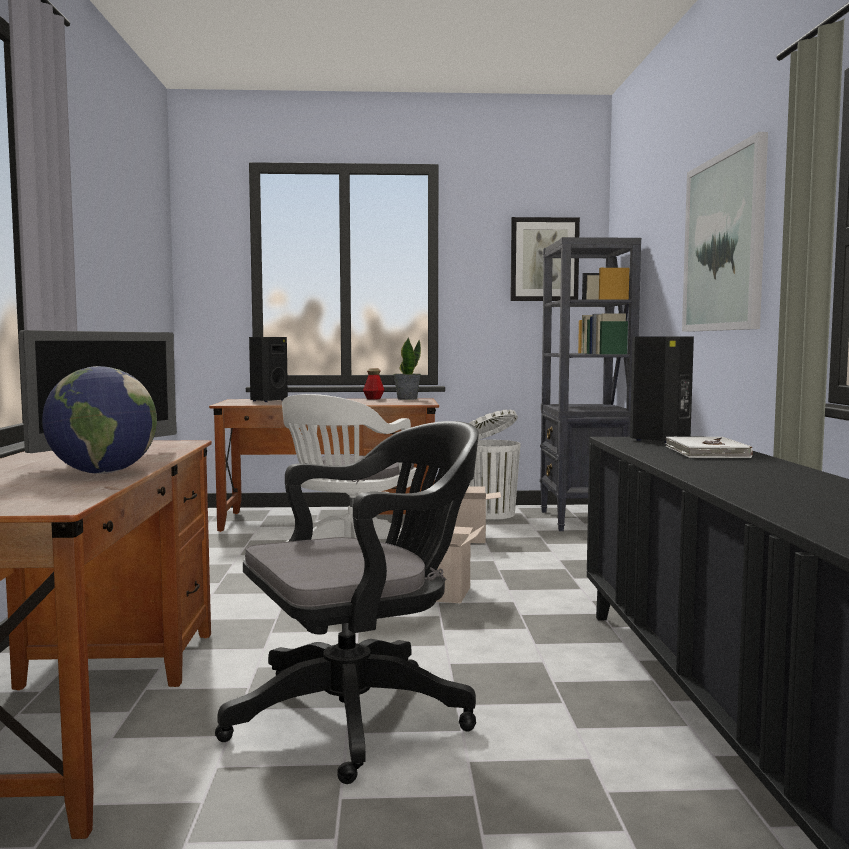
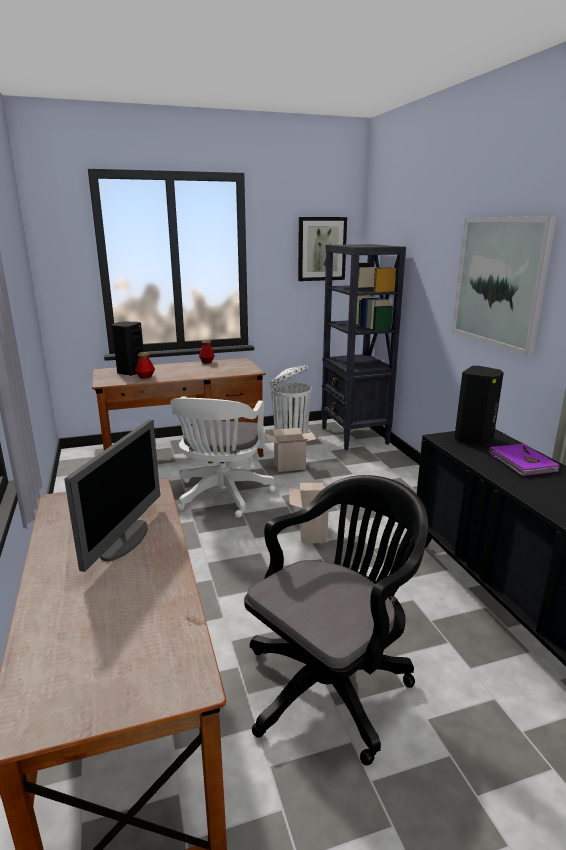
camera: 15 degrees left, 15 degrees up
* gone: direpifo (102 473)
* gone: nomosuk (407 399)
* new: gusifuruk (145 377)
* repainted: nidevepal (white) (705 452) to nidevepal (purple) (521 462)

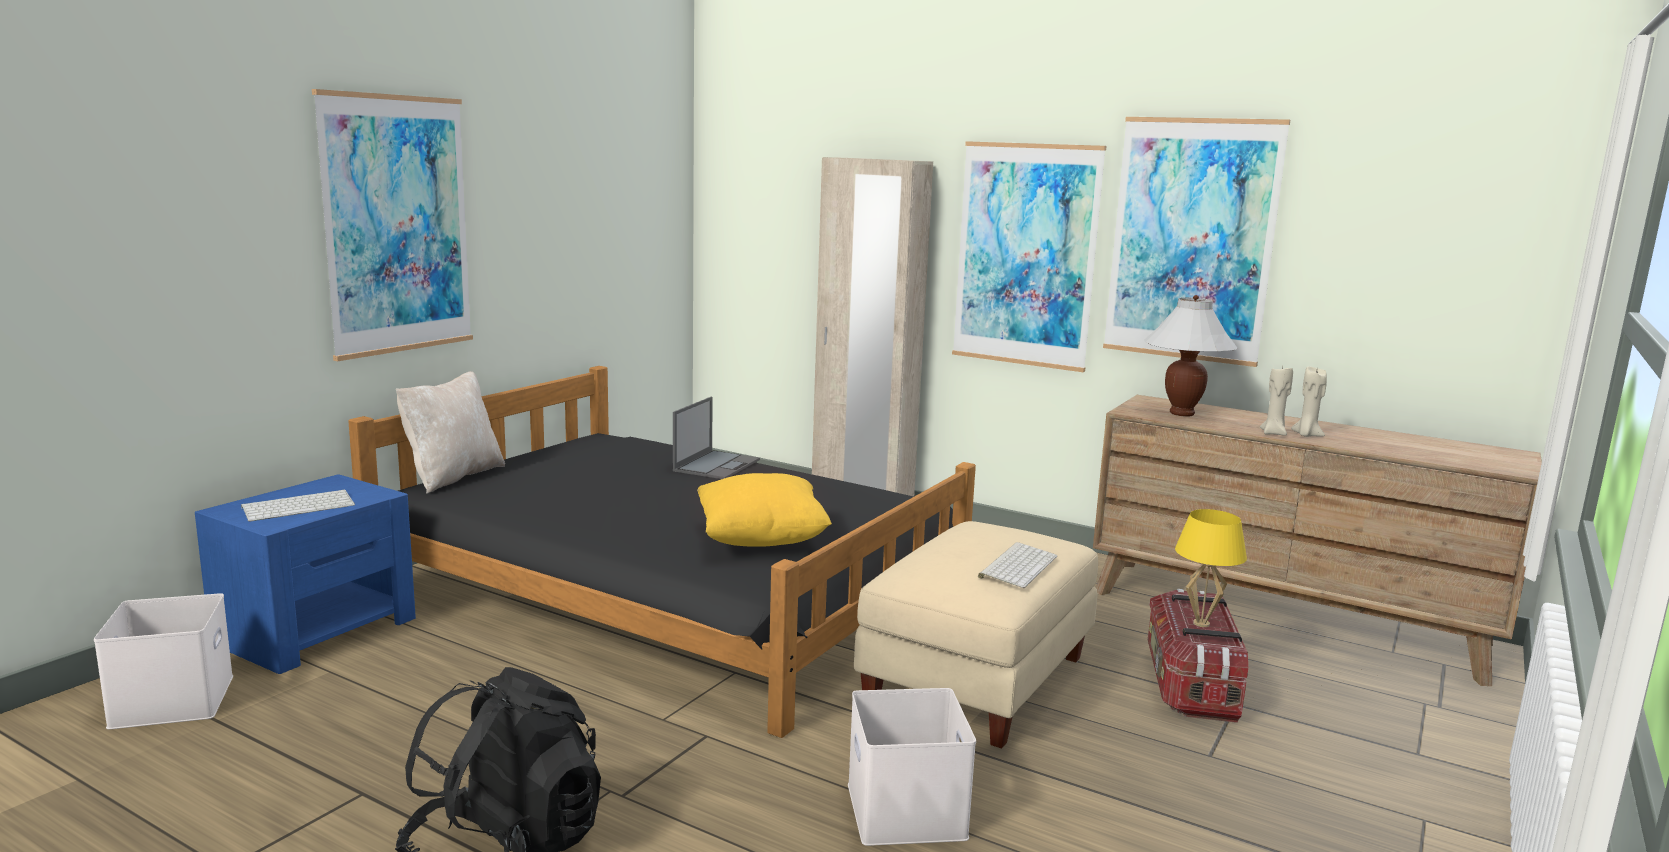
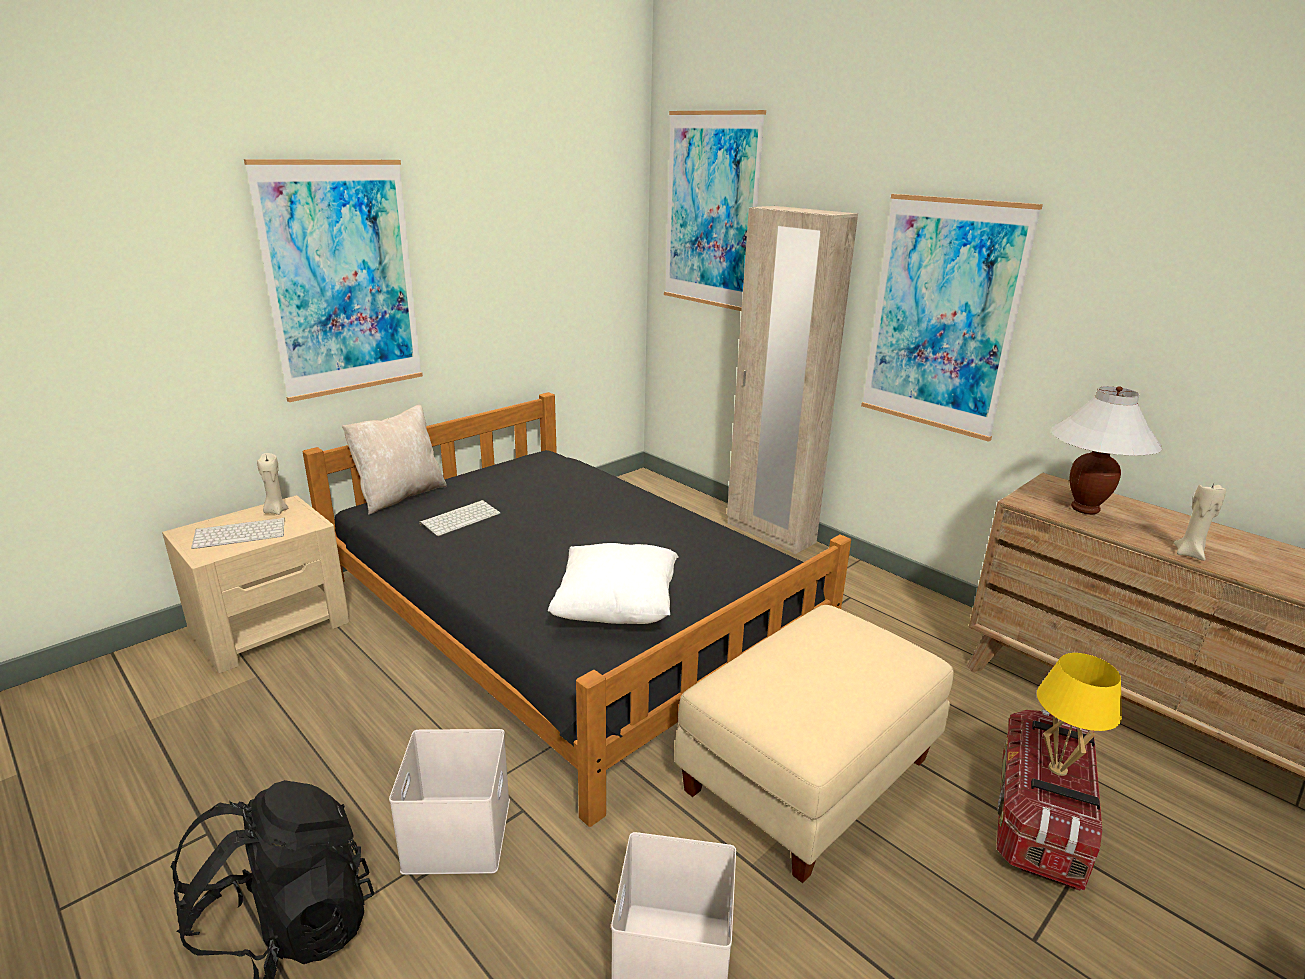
camera: 15 degrees right, 10 degrees up
* gone: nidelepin (717 465)
* shifted: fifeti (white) (171 700) to (456 832)
* shifted: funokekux (1017 566) to (460 518)
* shifted: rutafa (1191 240) to (711 211)
* shifted: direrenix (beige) (1306 435) to (276 511)
* repainted: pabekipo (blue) (317 630) to pabekipo (beige) (271 626)
* repainted: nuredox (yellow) (761 541) to nuredox (white) (616 609)

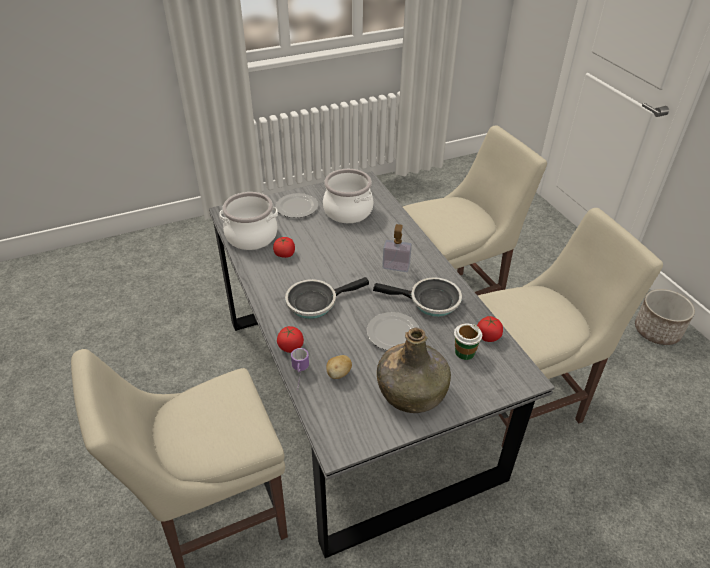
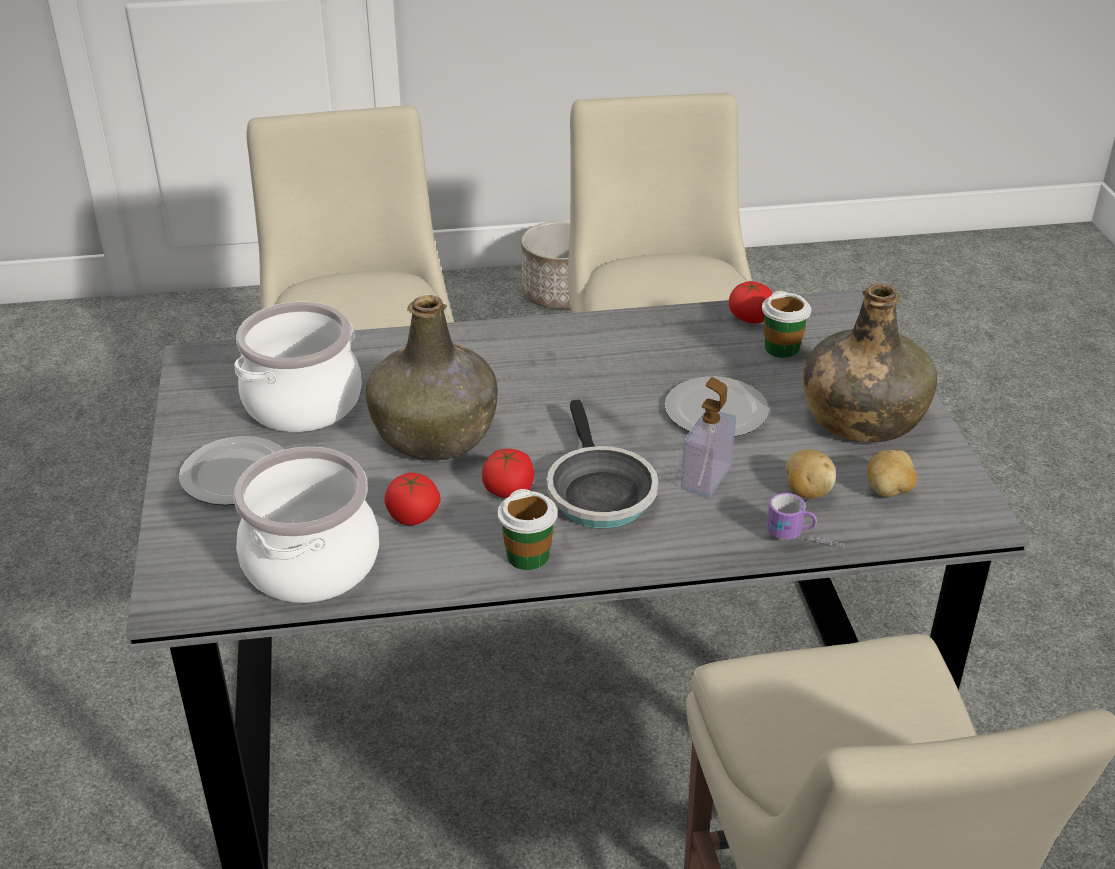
camera: 75 degrees left, 5 degrees down
* gone: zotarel (430 302)
* new: gusifuruk (green) (436 433)
* new: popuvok (528 556)
* new: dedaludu (888 491)
* shifted: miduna (291 346) to (509 490)
* shifted: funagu (396 266) to (706 477)

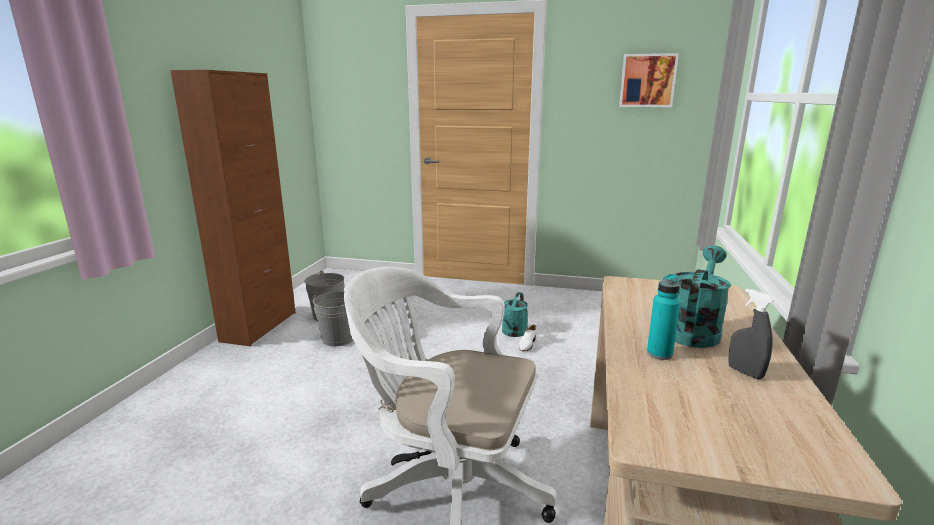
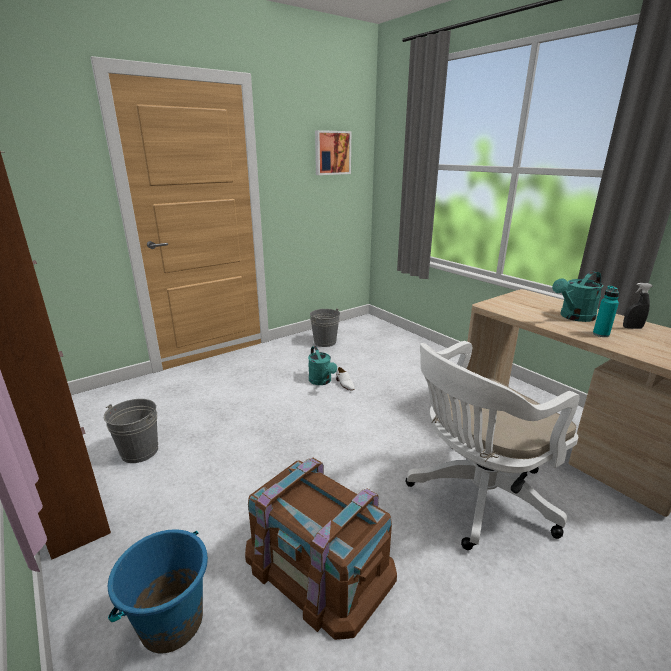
camera: 50 degrees left, 5 degrees up
* new: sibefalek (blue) (171 622)
* new: fifeti (brown) (318 564)
* shifted: sibefalek (grey) (338 339) to (325 342)
* rotated: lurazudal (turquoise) (693 329) = (573 317) 105 degrees counterclockwise

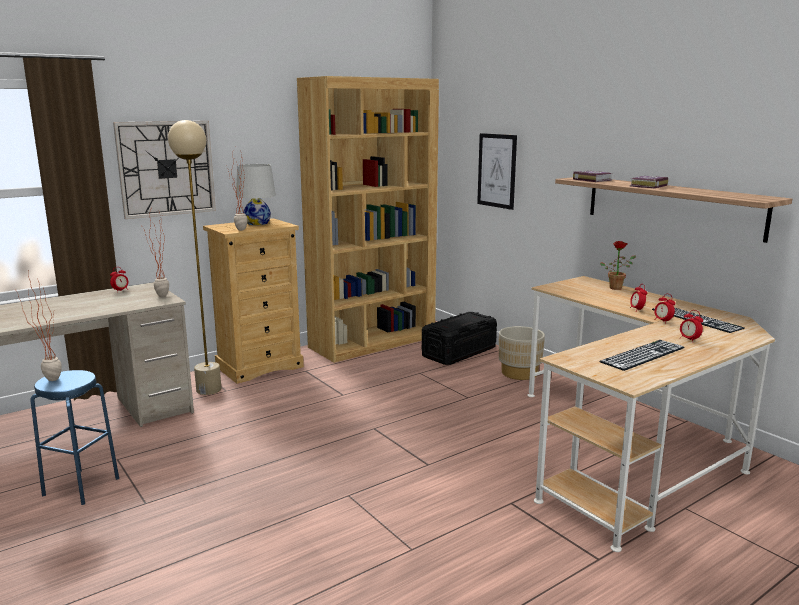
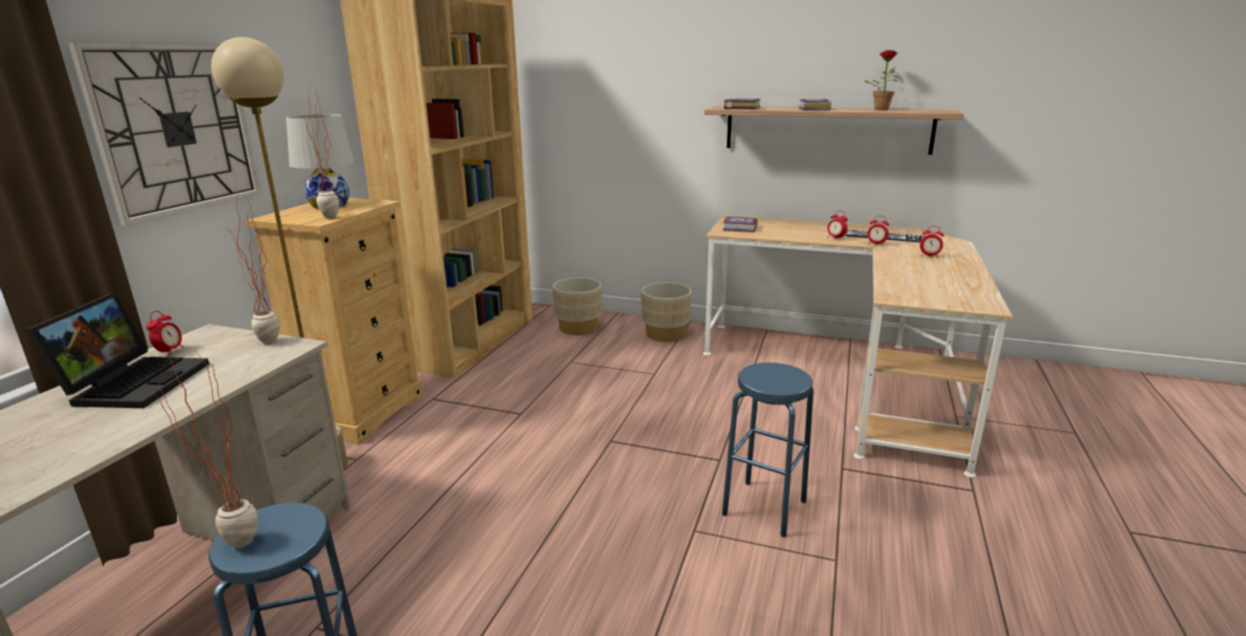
camera: 35 degrees left, 5 degrees up
* gone: rutafa (497 170)
* gone: funokekux (642 355)
* new: nidelepin (135 382)
* new: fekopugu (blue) (764 508)
* new: nidevepal (740 228)
* shifted: nomosuk (617 287) to (881 109)
* swapped: fifeti (black) (458 352) to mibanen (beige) (578 328)

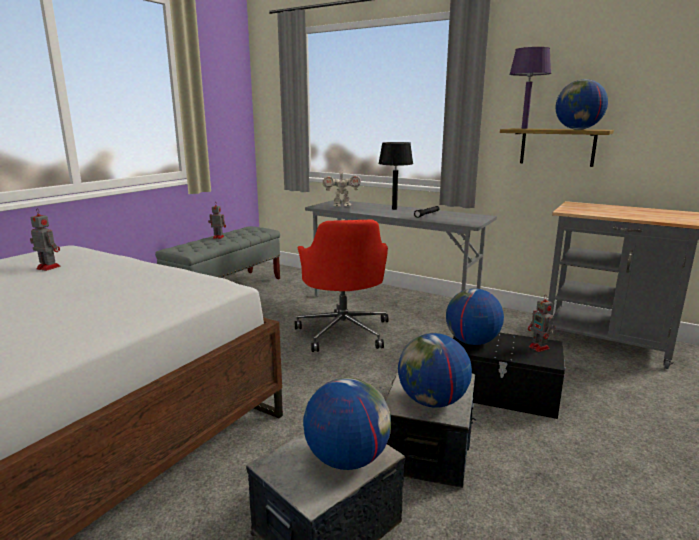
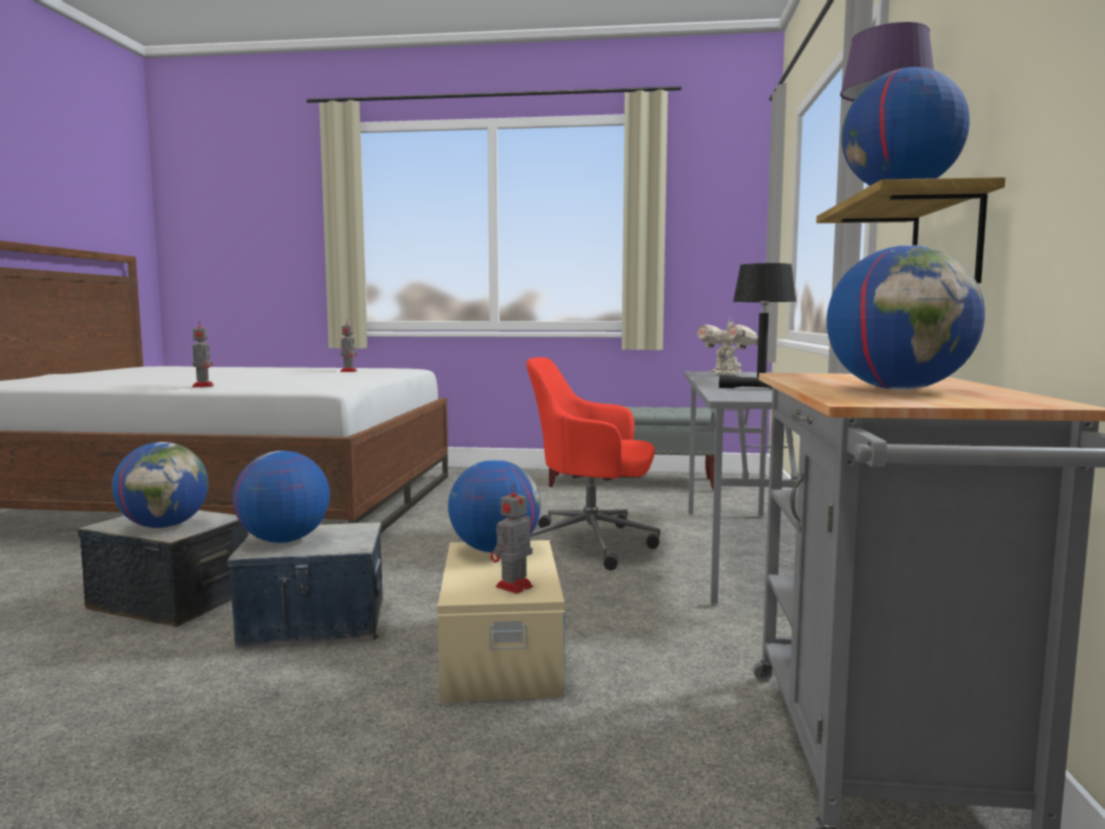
camera: 65 degrees right, 10 degrees down
* new: direpifo (898 389)
* shifted: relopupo (217 237) to (203 386)
* repainted: fifeti (black) (502 392) to fifeti (beige) (498 654)
* rotated: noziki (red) (344 331) = (592 544) 45 degrees clockwise

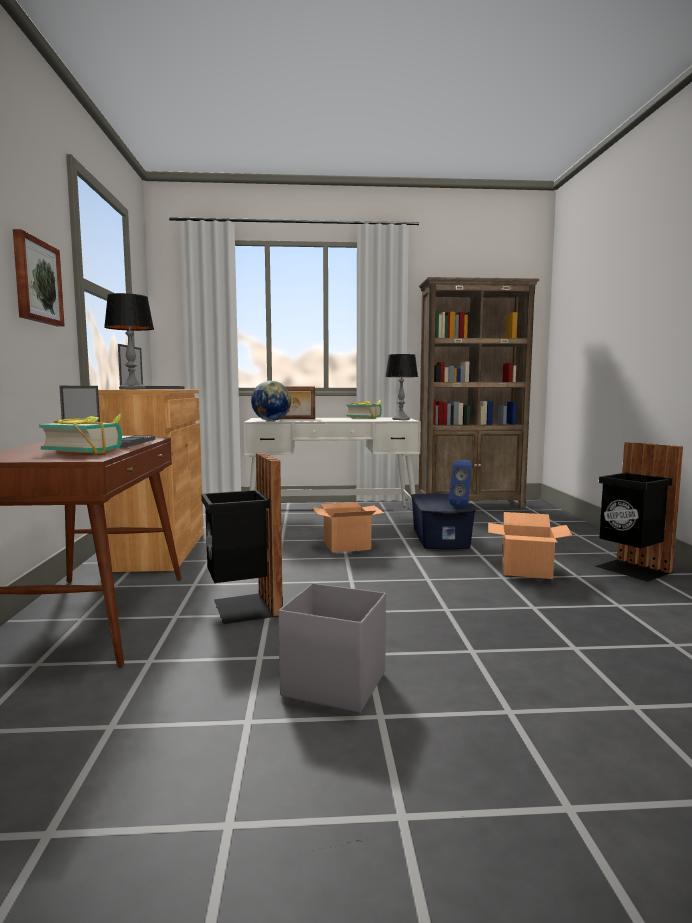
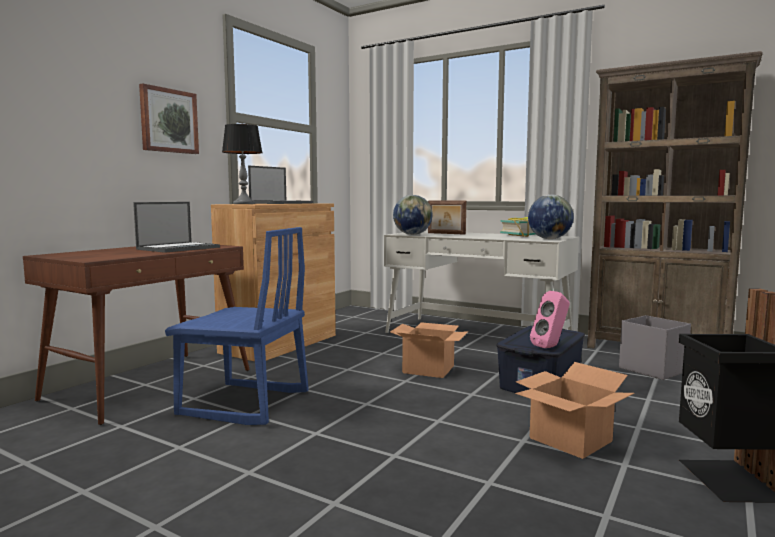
camera: 35 degrees right, 0 degrees up
* gone: nidevepal (88 451)
* shifted: fifeti (grey) (333 684) to (652 369)
* swapped: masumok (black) (243 608) to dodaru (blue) (244 404)
* swapped: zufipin (401 419) to direpifo (549 239)
* repainted: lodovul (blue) (461 506) to lodovul (pink) (551 347)

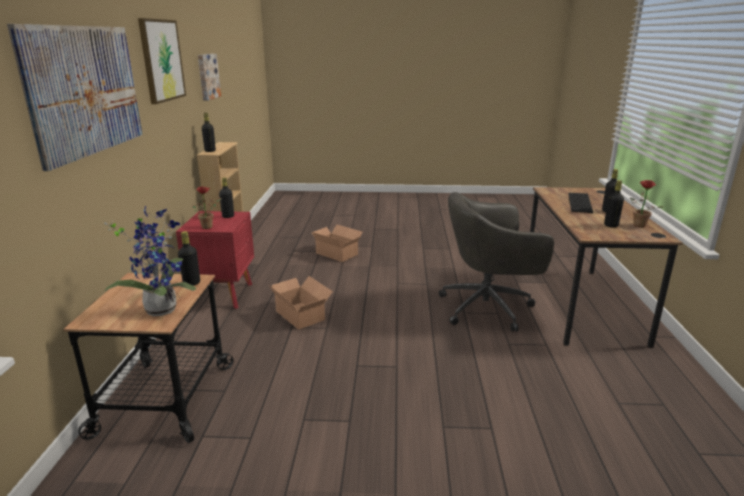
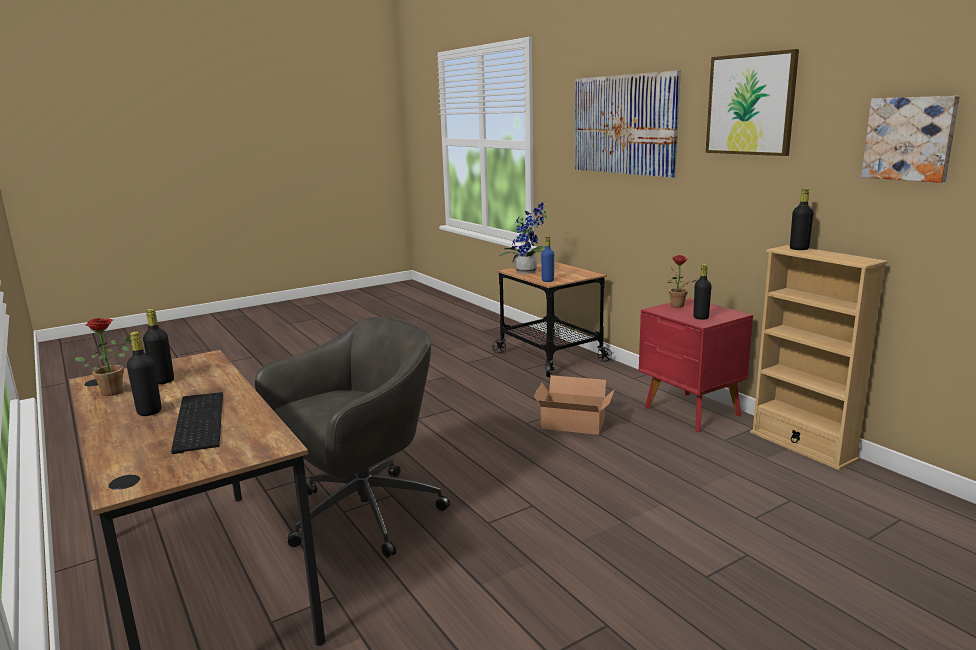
camera: 145 degrees right, 5 degrees down
* gone: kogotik (337 253)
* repainted: gusifuruk (black) (191 283) to gusifuruk (blue) (547 280)

